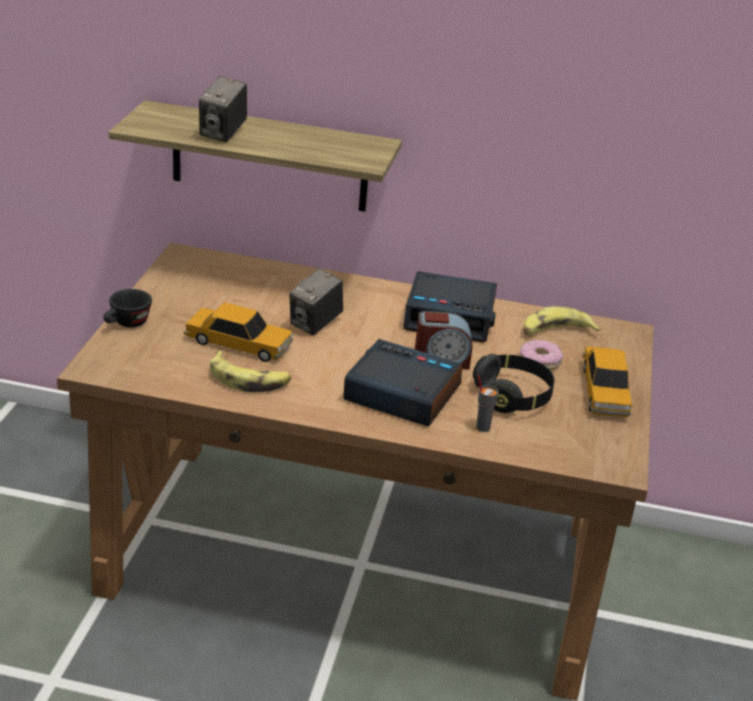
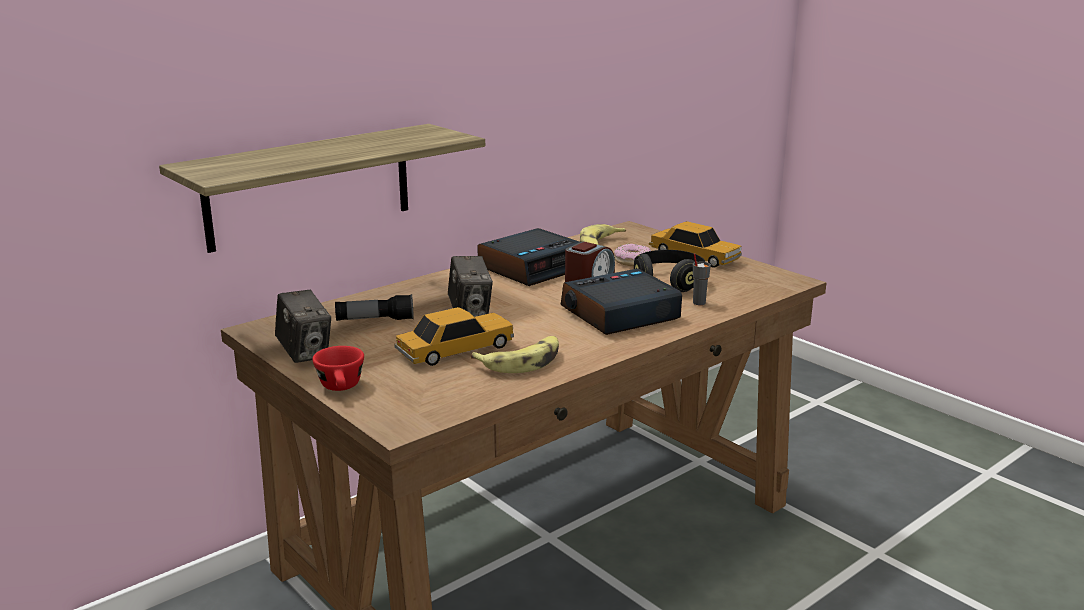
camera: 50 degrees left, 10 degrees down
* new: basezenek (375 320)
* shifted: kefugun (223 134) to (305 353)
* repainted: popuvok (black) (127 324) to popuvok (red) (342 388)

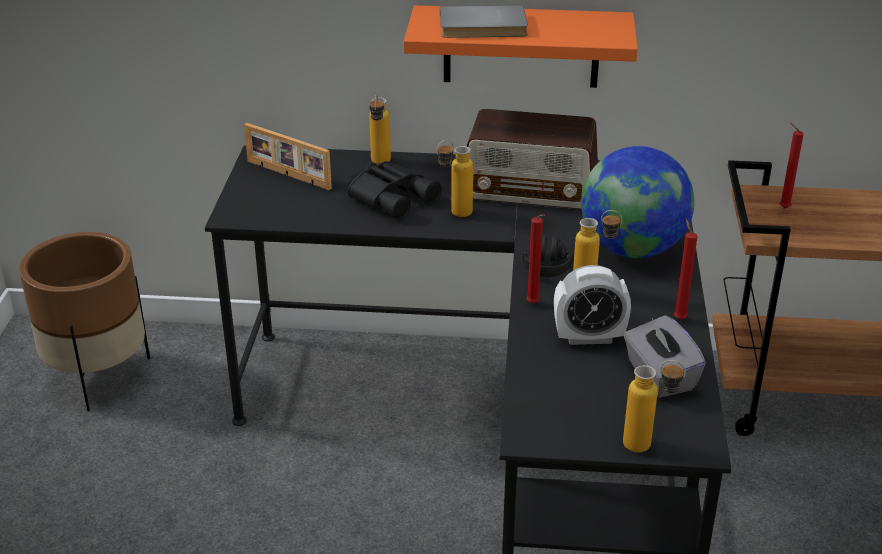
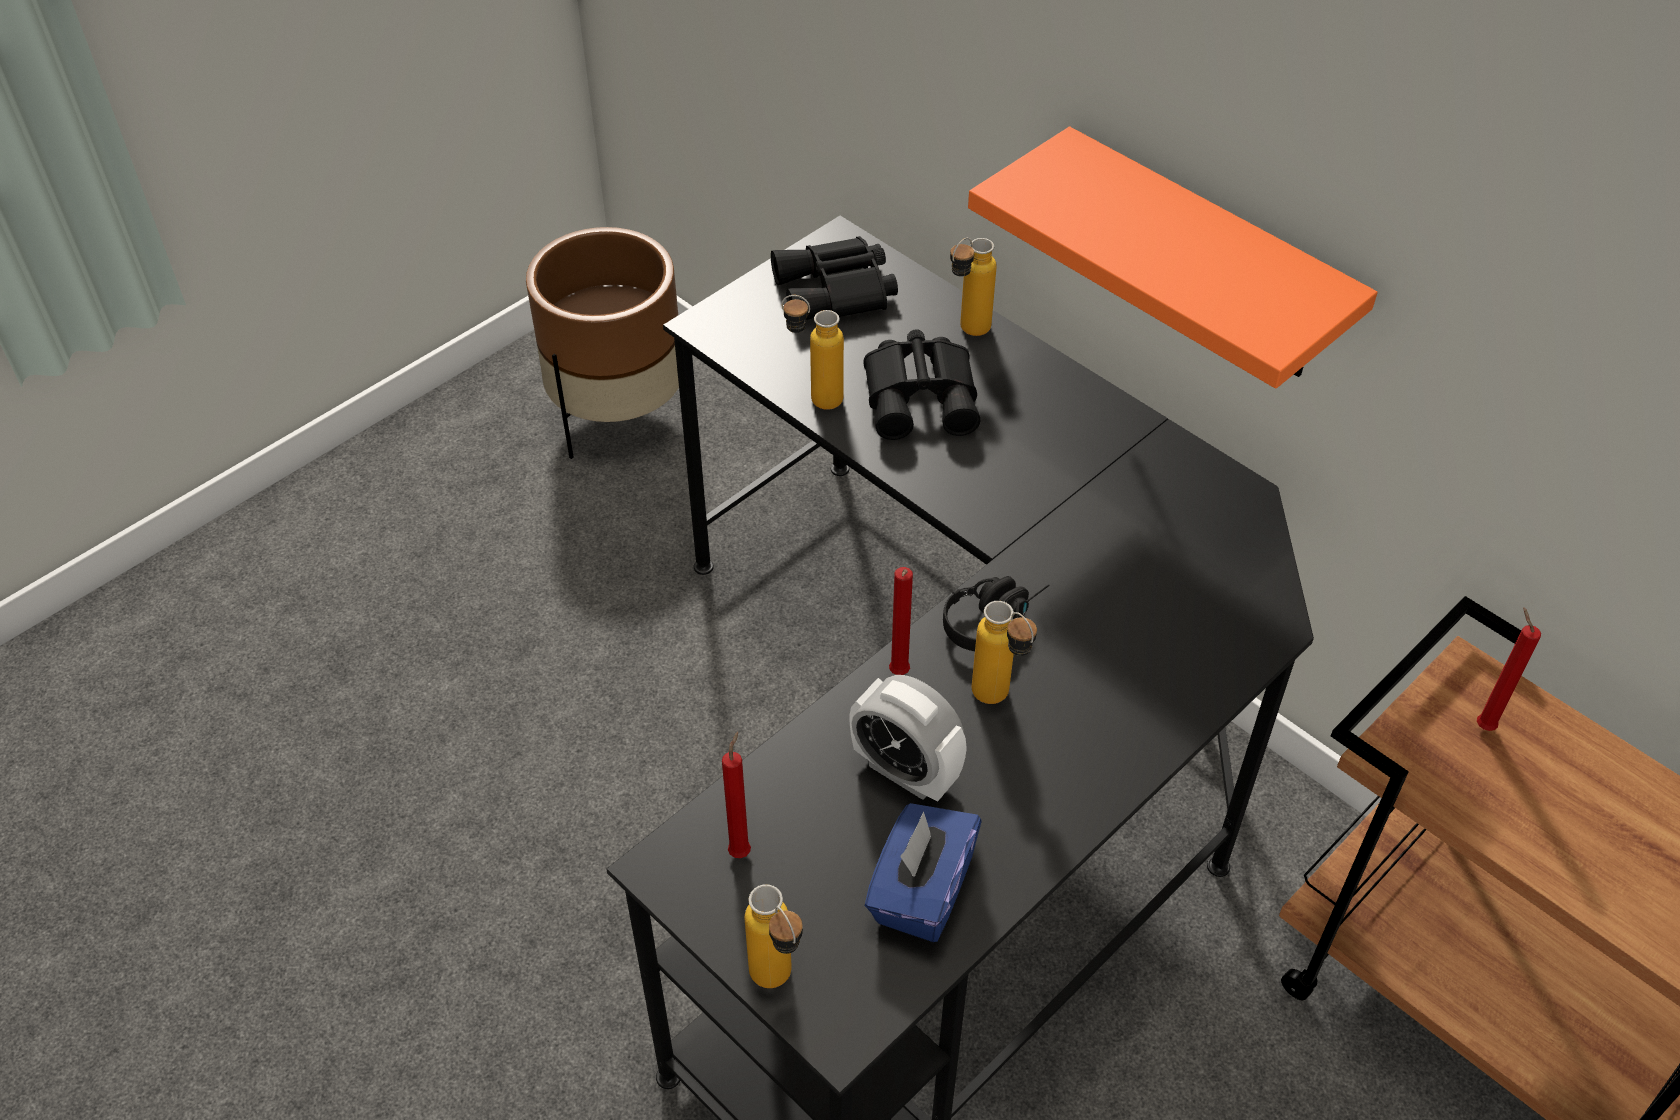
camera: 40 degrees right, 15 degrees up
* gone: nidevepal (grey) (483 27)
* gone: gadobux (531 188)
* gone: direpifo (632 249)
* shifted: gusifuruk (454 215) to (813 398)
* shifted: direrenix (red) (679 318) to (741 850)
* swapped: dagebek (287 175) to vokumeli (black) (837 292)
* repainted: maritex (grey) (659 376) to maritex (blue) (921 891)

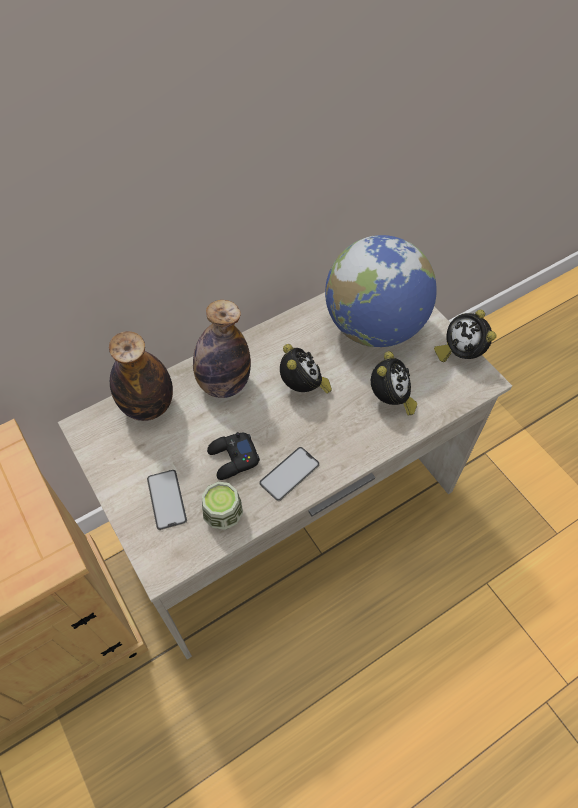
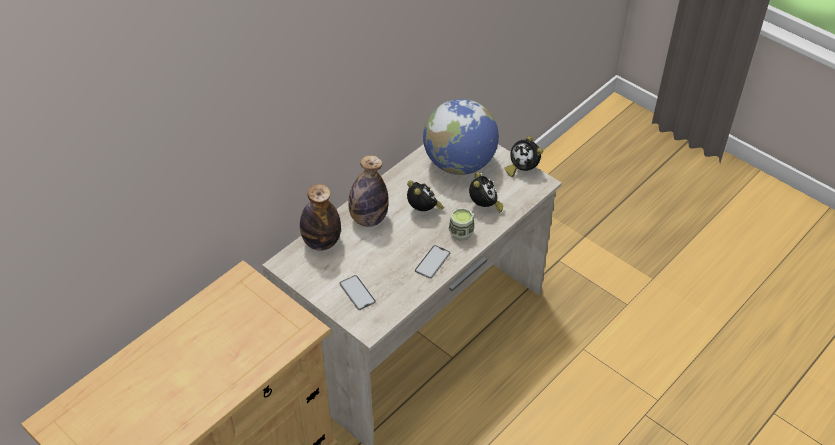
camera: 15 degrees left, 10 degrees down
* gone: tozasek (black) (233 459)
* shifted: popuvok (223 515) to (461 233)

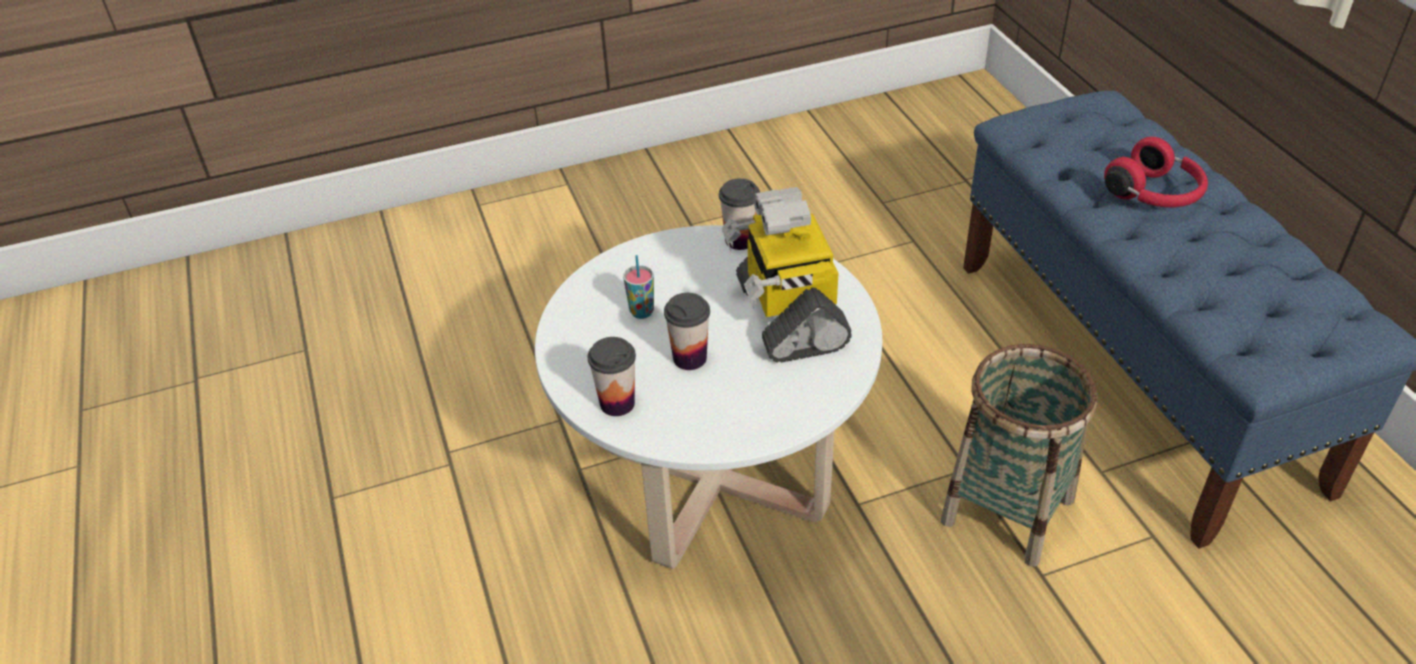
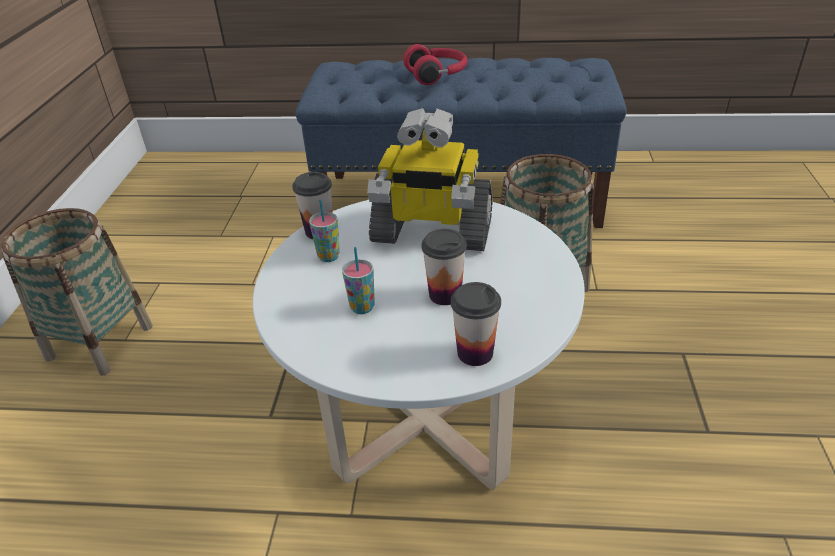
camera: 65 degrees left, 5 degrees down
* new: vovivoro (100 342)
* new: popuvok (328 257)

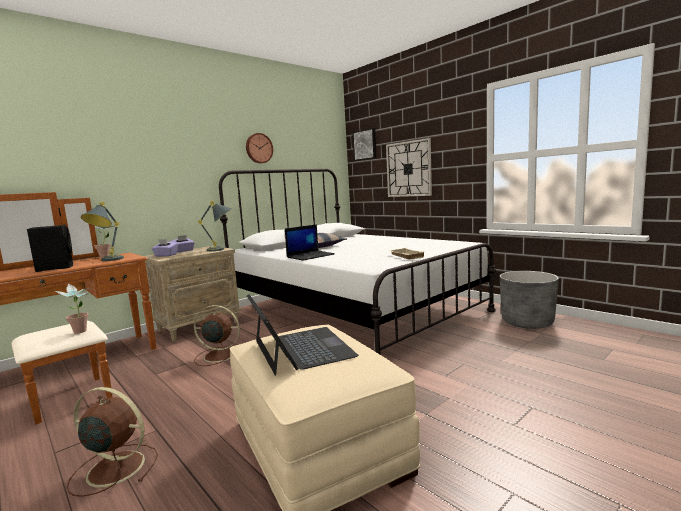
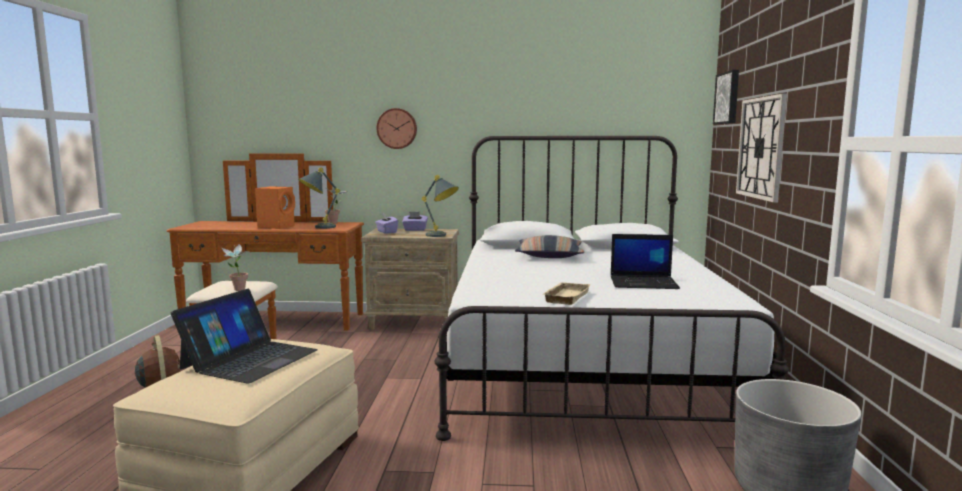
camera: 45 degrees right, 0 degrees up
* gone: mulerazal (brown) (218 356)
* shifted: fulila (258 148) to (397 128)
* shifted: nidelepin (310 256) to (644 283)
* repainted: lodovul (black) (55 267) to lodovul (orange) (277 227)

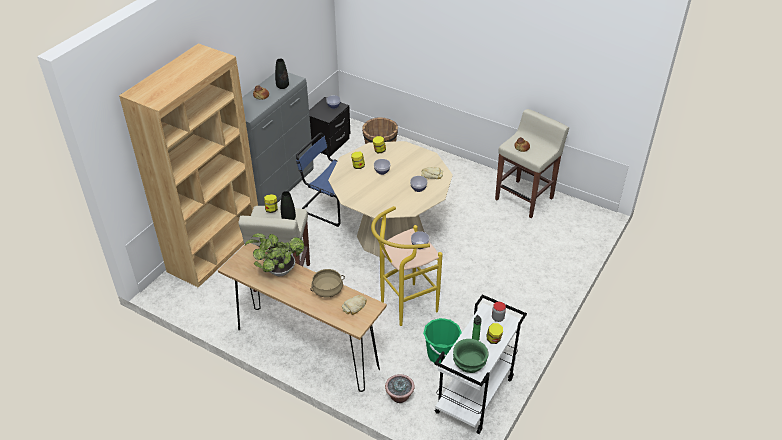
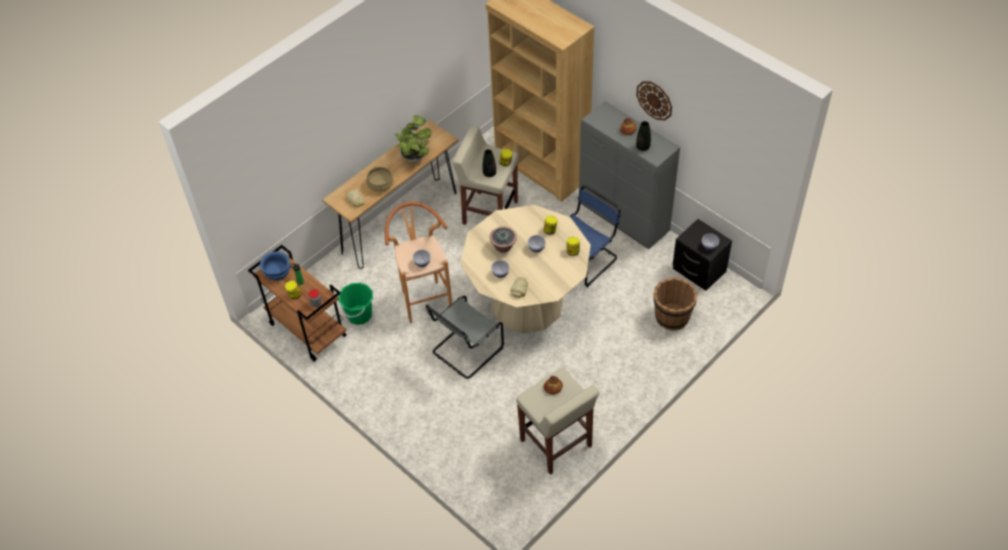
camera: 105 degrees right, 10 degrees up
* new: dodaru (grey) (465 351)
* new: fulila (654 100)
* shifted: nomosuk (399 396) to (503 247)
* repainted: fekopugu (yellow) (403 307) to fekopugu (brown) (424 297)
* repainted: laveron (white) (475 396) to laveron (brown) (306 330)
* repainted: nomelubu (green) (468 363) to nomelubu (blue) (277 272)

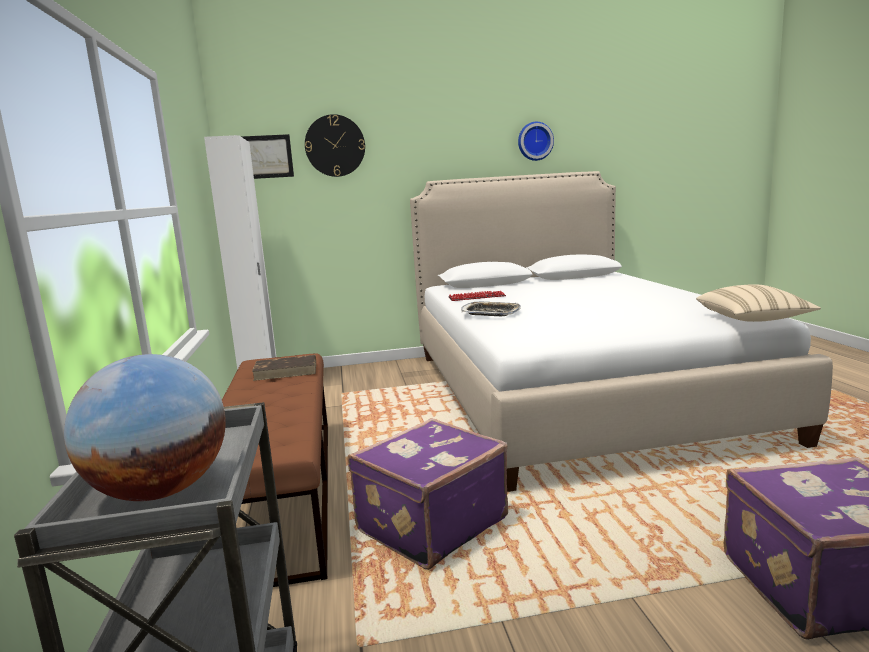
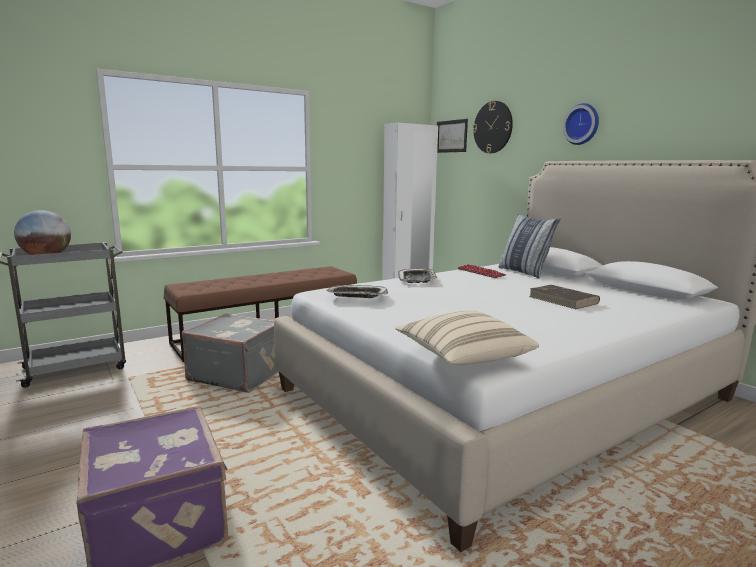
camera: 65 degrees right, 0 degrees up
* new: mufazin (356 296)
* new: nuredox (524 272)
* shifted: nidevepal (brown) (286 371) to (563 300)
* shifted: fulila (534 141) to (582 124)
* repainted: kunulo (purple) (429 524) to kunulo (grey) (238 374)

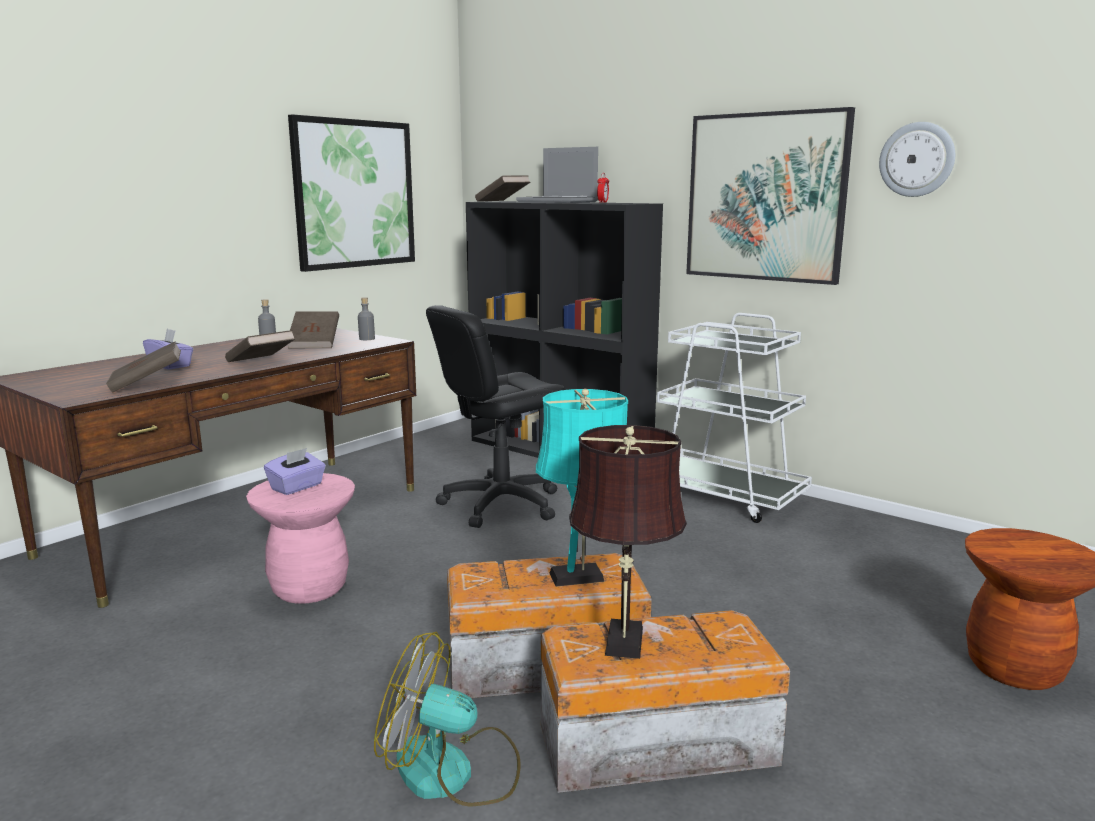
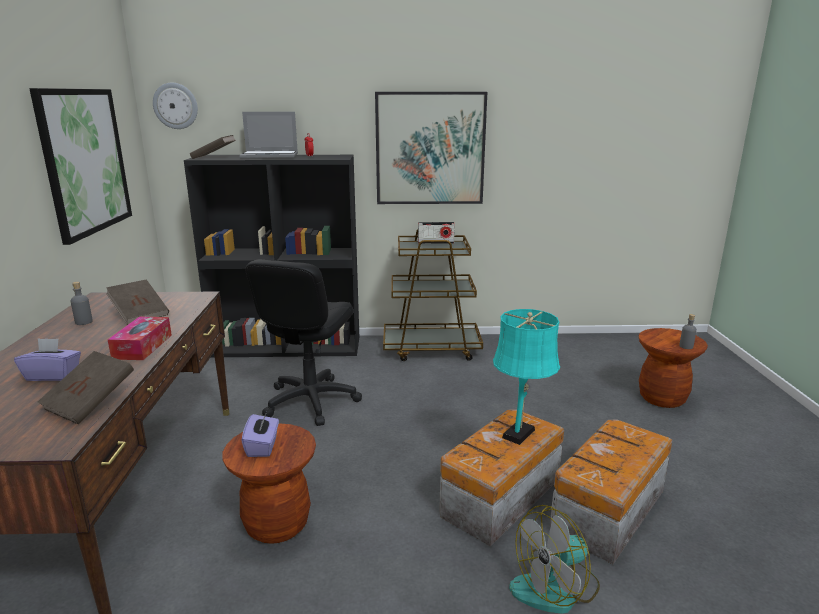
camera: 40 degrees left, 5 degrees up
* gone: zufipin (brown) (623 644)
* new: gadobux (435 243)
* shifted: gusifuruk (grey) (367 339) to (686 346)
* shifted: fulila (917 159) to (175 106)
* swapped: nidevepal (brown) (261 362) to maritex (143 346)
* repainted: fekopugu (pink) (309 588) to fekopugu (brown) (277 524)
* repainted: laveron (white) (725 497) to laveron (brown) (432 349)

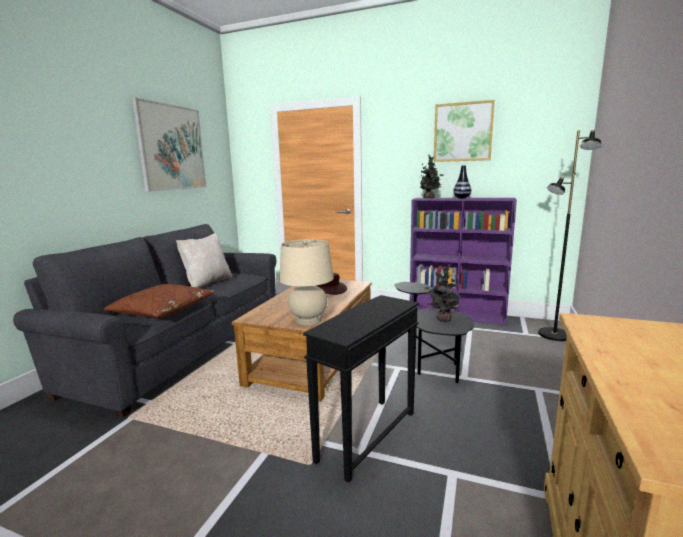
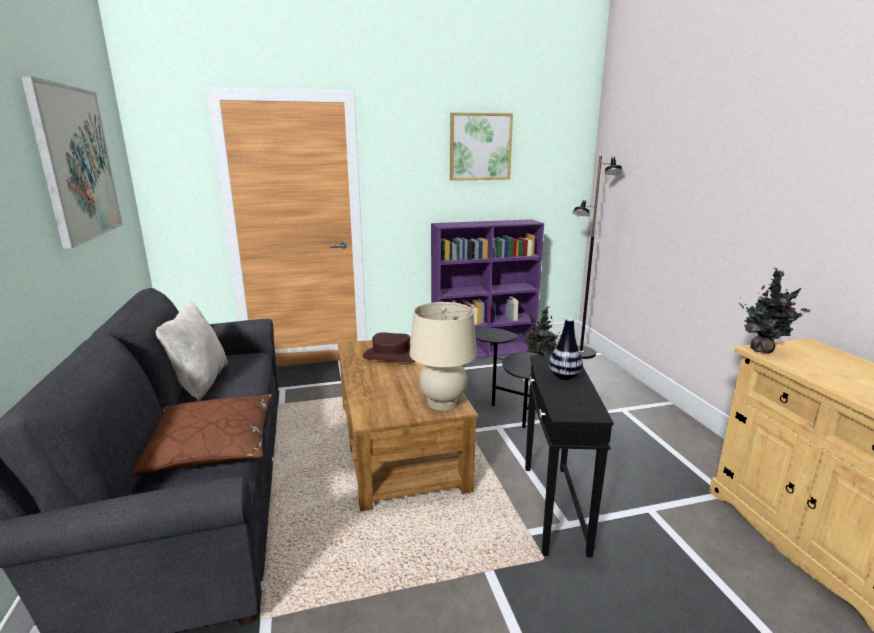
camera: 35 degrees left, 5 degrees up
* shifted: nomosuk (430 198) to (763 350)
* shifted: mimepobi (462 198) to (564 376)

